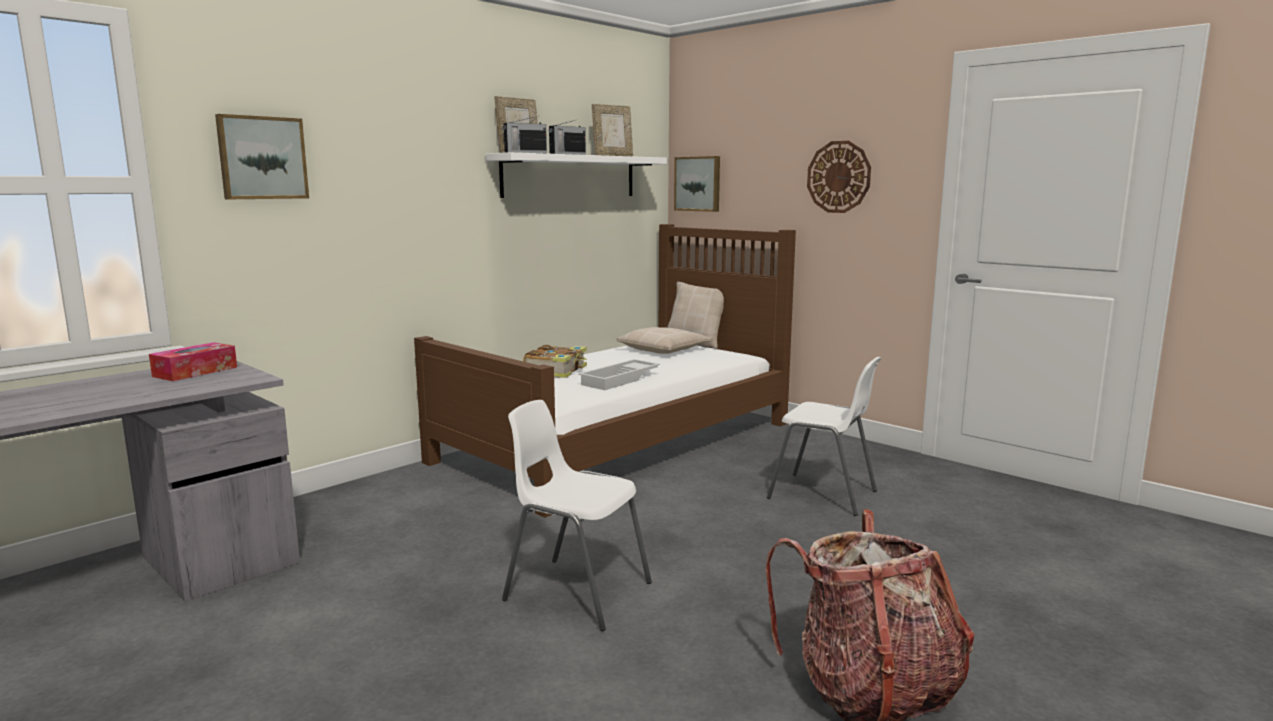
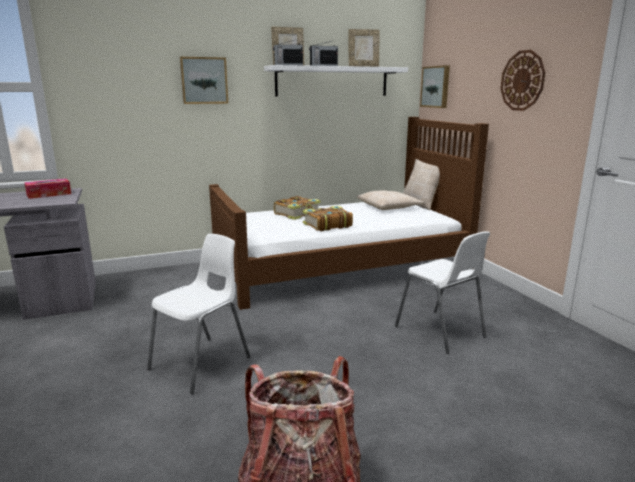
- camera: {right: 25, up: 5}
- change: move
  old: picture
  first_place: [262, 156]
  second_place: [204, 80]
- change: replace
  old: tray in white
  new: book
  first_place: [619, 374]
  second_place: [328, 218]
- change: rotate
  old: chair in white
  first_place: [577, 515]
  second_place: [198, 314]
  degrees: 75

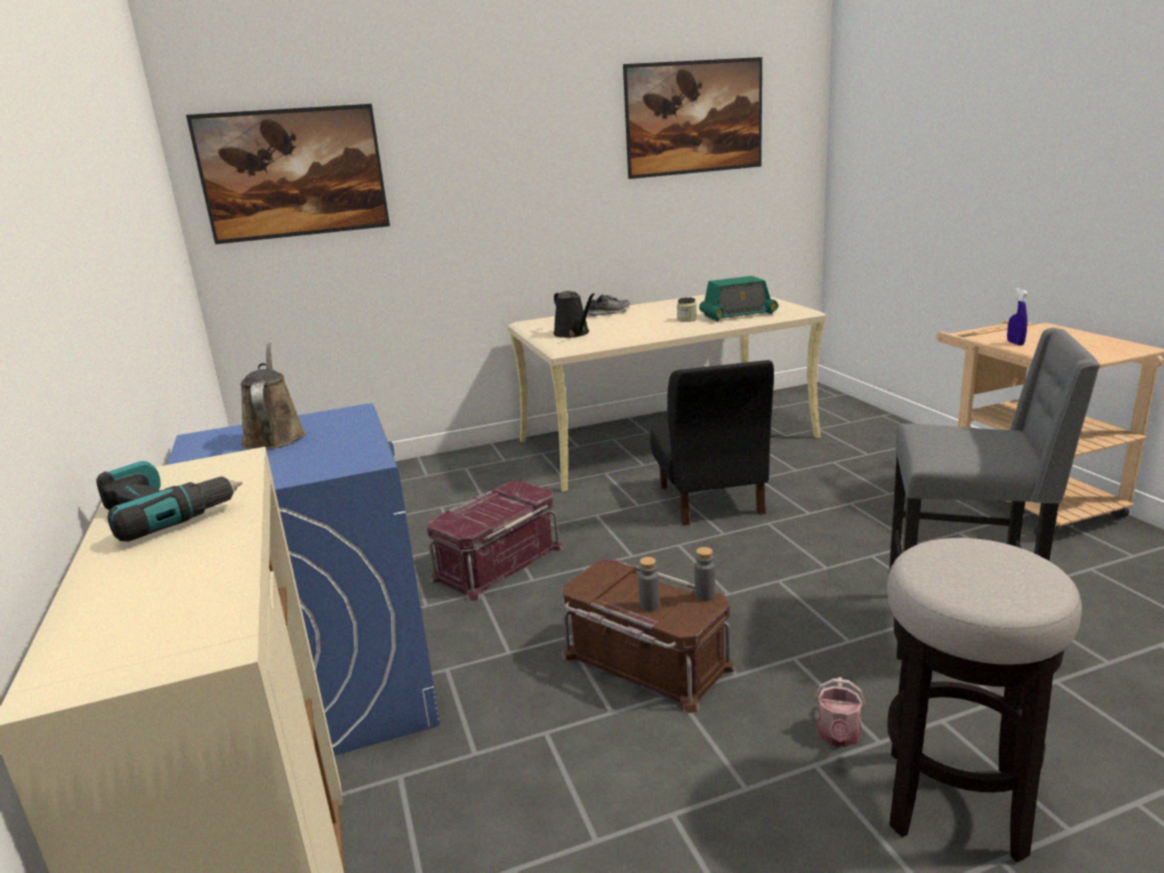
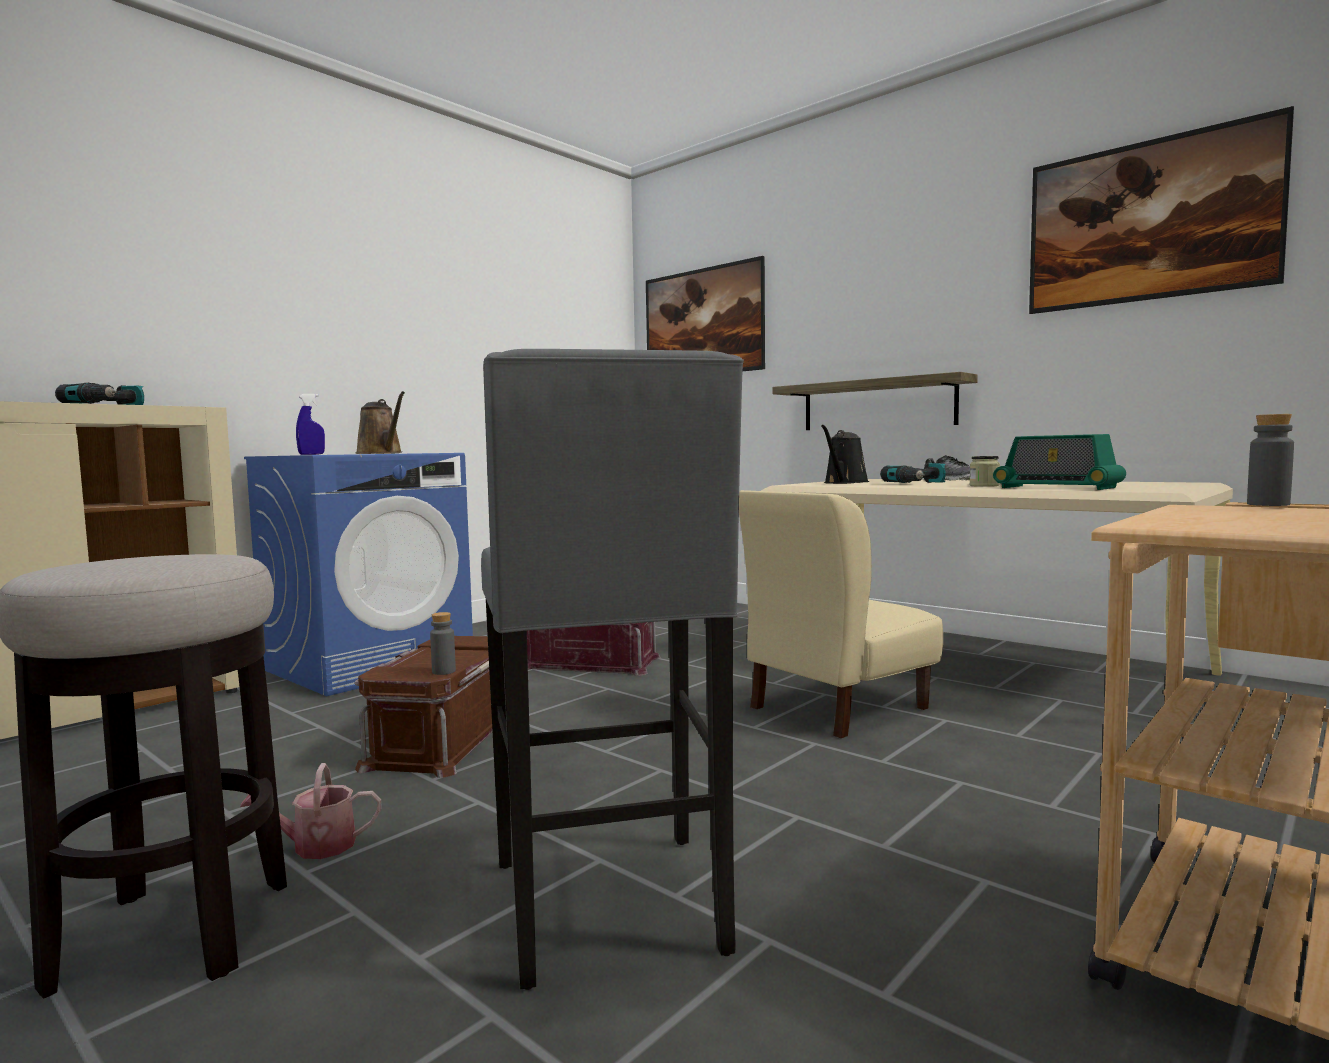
- camera: {right: 60, up: -15}
- change: insert
  new: shelf
  second_place: [875, 401]
- change: insert
  new: power drill
  second_place: [913, 473]
- change: move
  old: bottle in grey
  first_place: [649, 584]
  second_place: [1270, 460]
- change: move
  old: spray bottle in blue
  first_place: [1017, 316]
  second_place: [310, 424]
- change: recolor
  old: chair in black
  new: chair in beige
  first_place: [712, 443]
  second_place: [841, 614]
- change: rotate
  old: watering can in brown
  first_place: [273, 396]
  second_place: [380, 422]
  degrees: 90

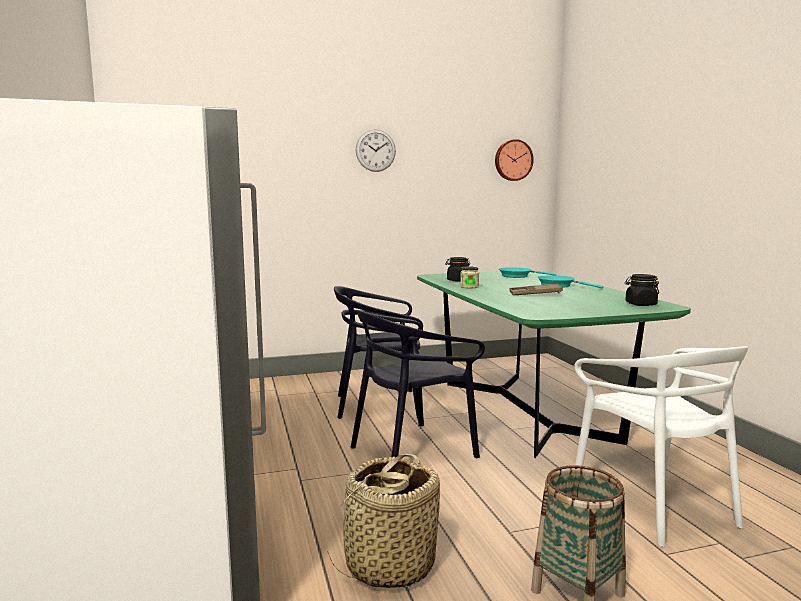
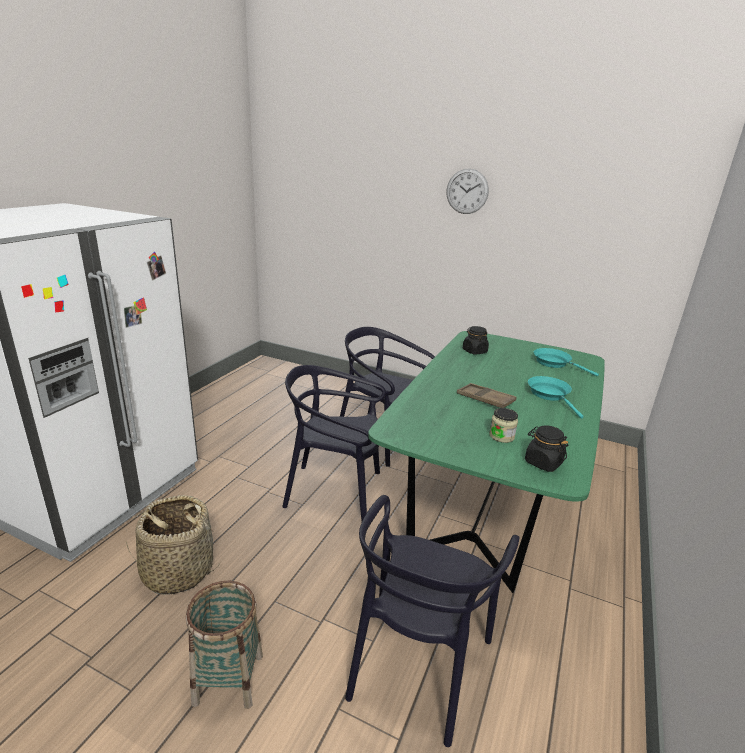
- camera: {right: 40, up: 15}
- change: delete
  old: wall clock
  first_place: [514, 160]
- change: move
  old: jar
  first_place: [469, 277]
  second_place: [503, 425]
- change: recolor
  old: chair in white
  new: chair in black
  first_place: [661, 446]
  second_place: [432, 621]

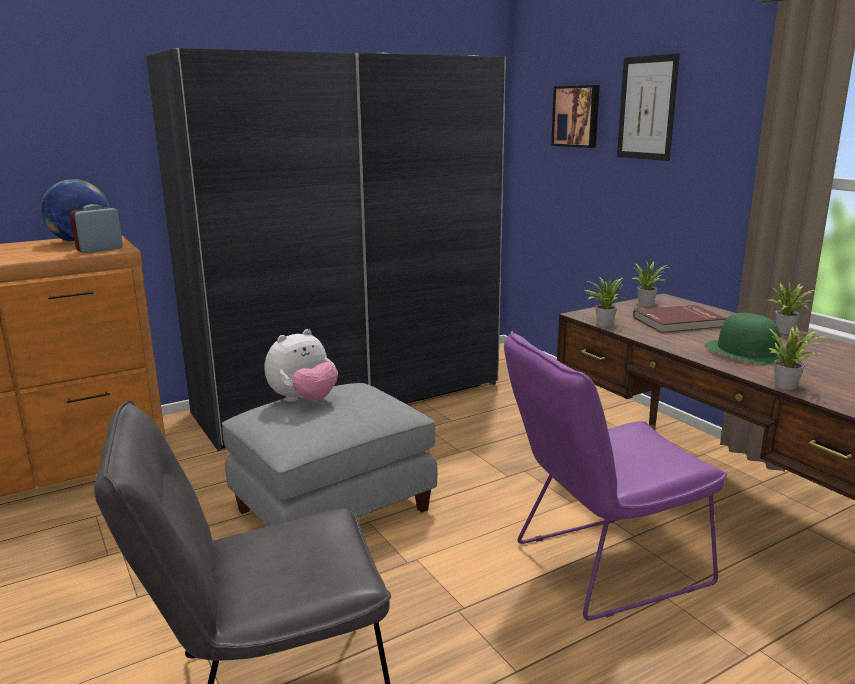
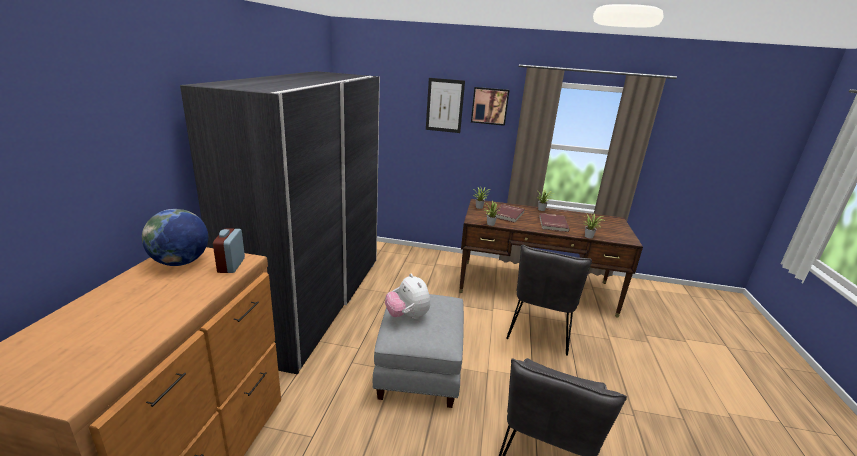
- camera: {right: -50, up: 5}
- change: move
  old: picture
  first_place: [575, 116]
  second_place: [490, 106]
- change: replace
  old: hat in green
  new: book in red
  first_place: [745, 339]
  second_place: [554, 222]
- change: recolor
  old: chair in purple
  new: chair in grey
  first_place: [615, 476]
  second_place: [549, 300]
- change: rotate
  old: plush toy
  first_place: [301, 365]
  second_place: [407, 296]
  degrees: 150

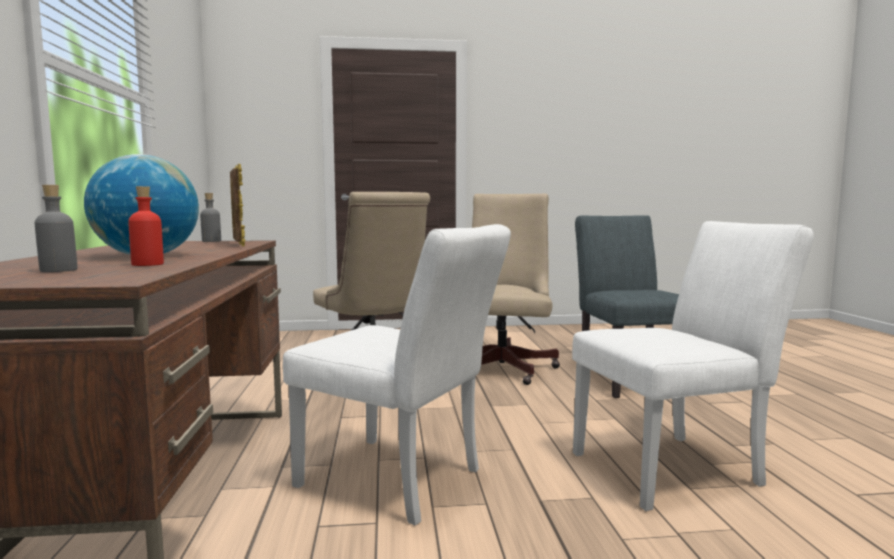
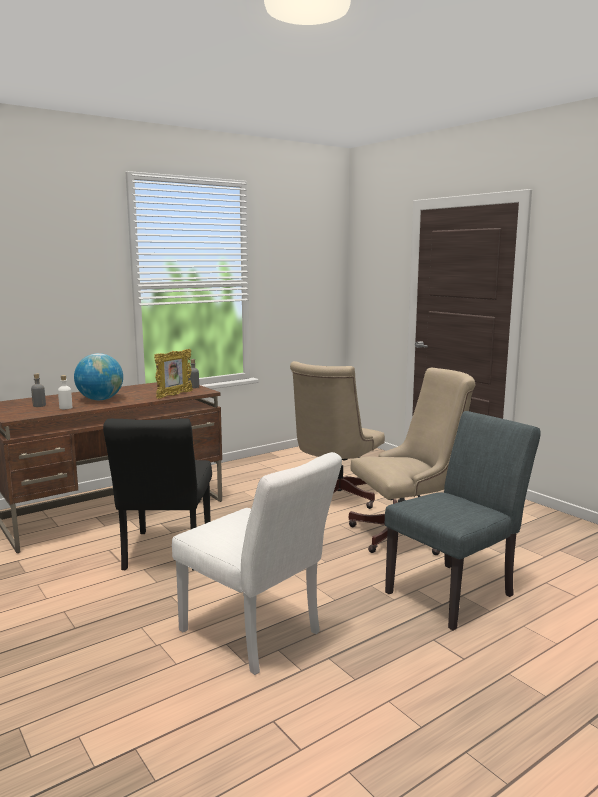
- camera: {right: 60, up: 5}
- change: recolor
  old: bottle in red
  new: bottle in white
  first_place: [146, 226]
  second_place: [65, 392]
- change: recolor
  old: chair in white
  new: chair in black
  first_place: [397, 374]
  second_place: [157, 494]

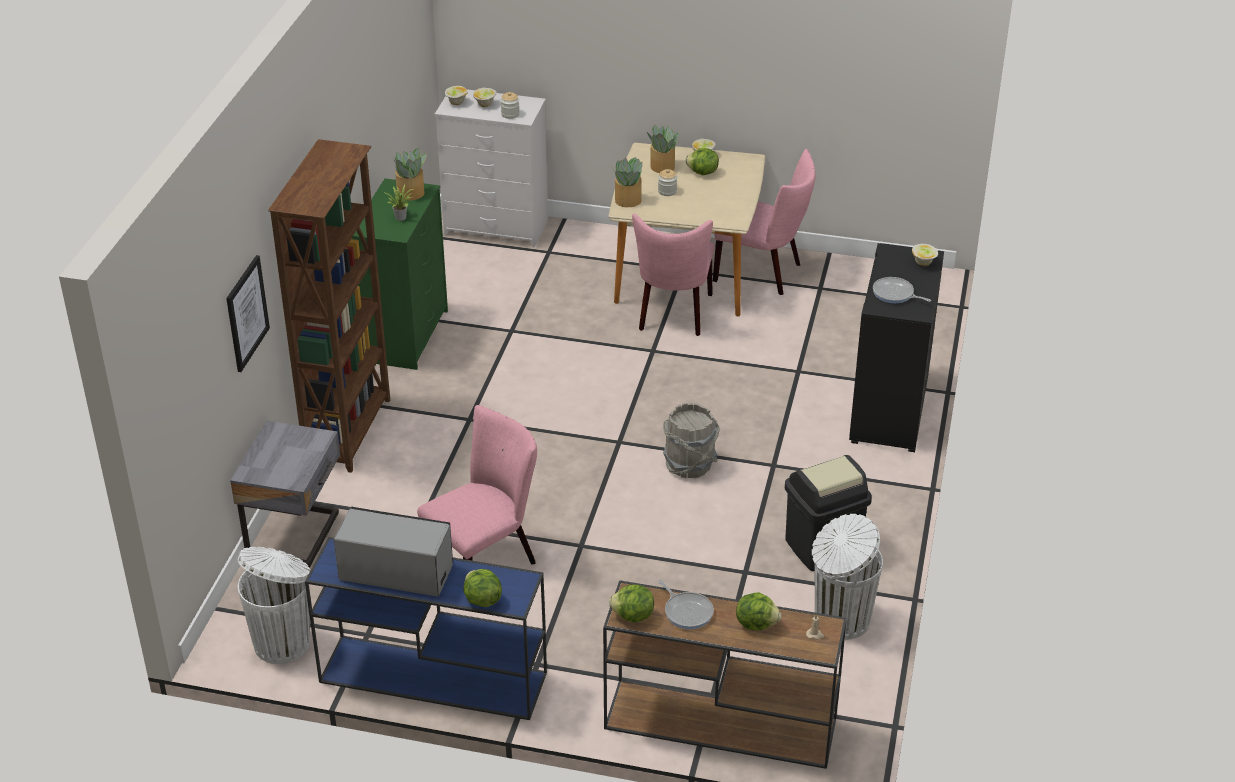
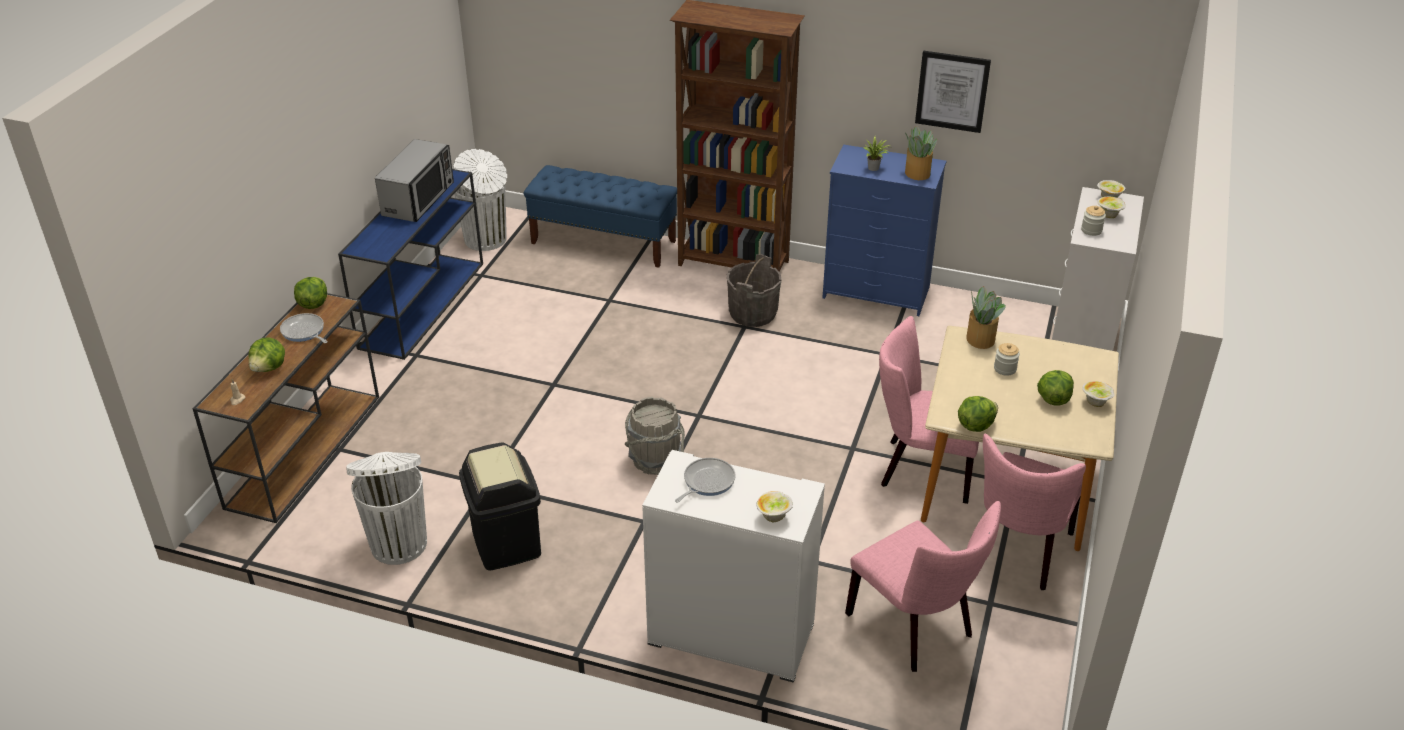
- camera: {right: 95, up: 0}
- change: delete
  old: potted plant
  first_place: [663, 148]
- change: insert
  new: bucket in grey
  second_place: [754, 290]
- change: move
  old: picture
  first_place: [248, 313]
  second_place: [953, 92]
- change: move
  old: chair in pink
  first_place: [477, 485]
  second_place: [923, 586]
- change: move
  old: lettuce
  first_place: [482, 588]
  second_place: [978, 414]
- change: replace
  old: nightstand in grey
  new: bench in blue
  first_place: [285, 494]
  second_place: [600, 216]
- change: recolor
  old: dresser in green
  new: dresser in blue
  first_place: [399, 274]
  second_place: [884, 230]
- change: recolor
  old: cabinet in black
  new: cabinet in white
  first_place: [896, 347]
  second_place: [733, 566]
- change: rotate
  old: frying pan
  first_place: [686, 604]
  second_place: [304, 328]
  degrees: 75

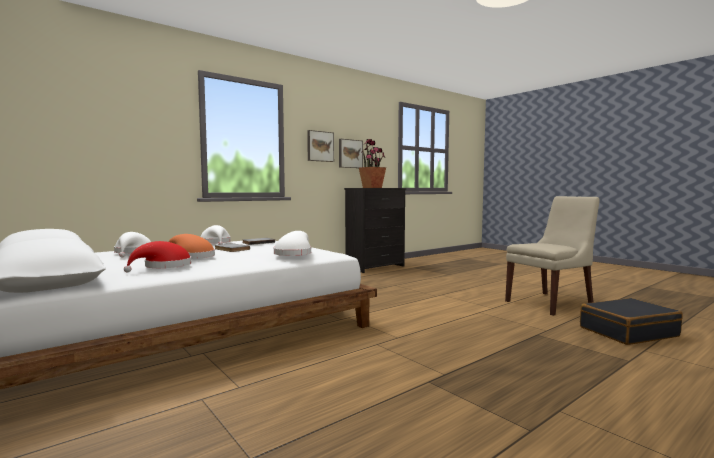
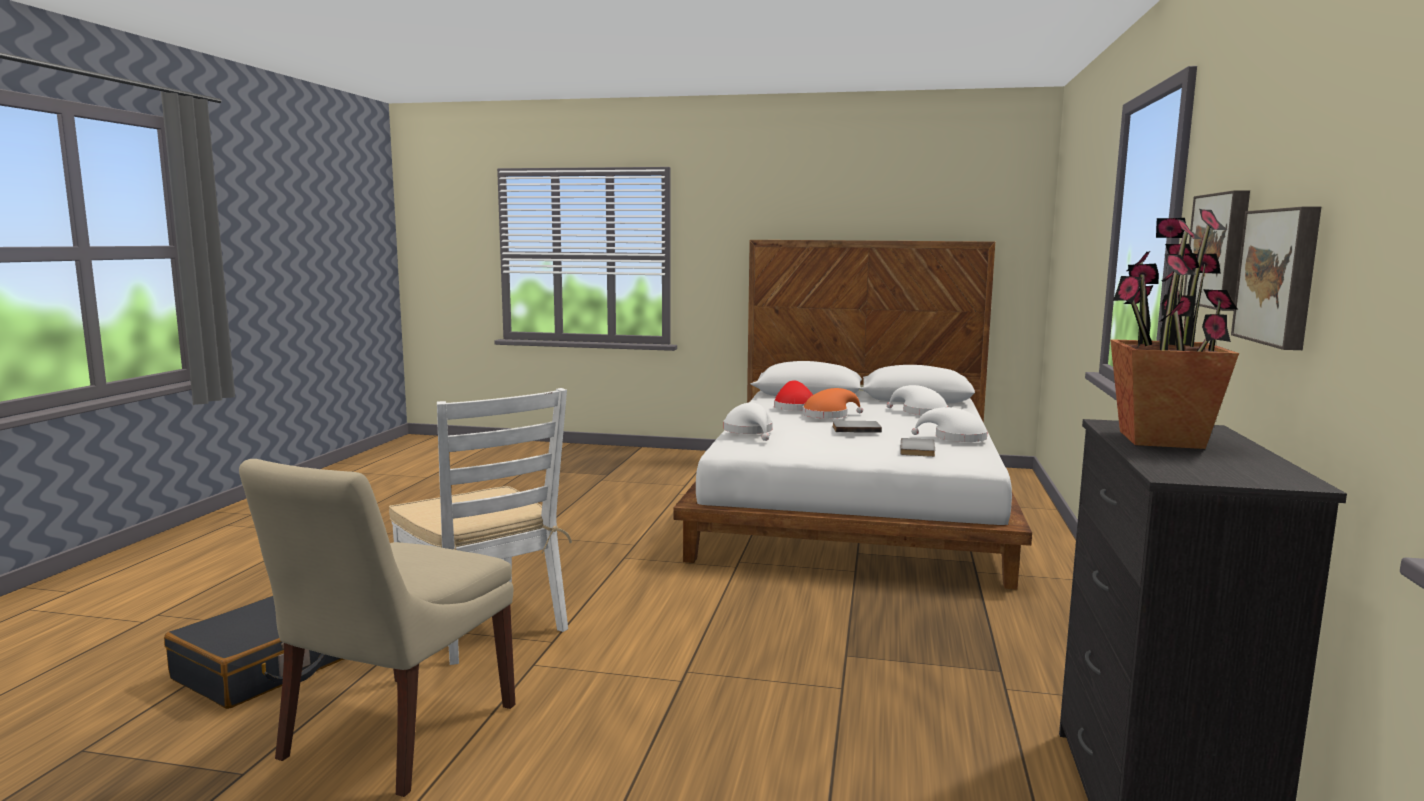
- camera: {right: 140, up: 5}
- change: insert
  new: chair in white
  second_place: [480, 526]

